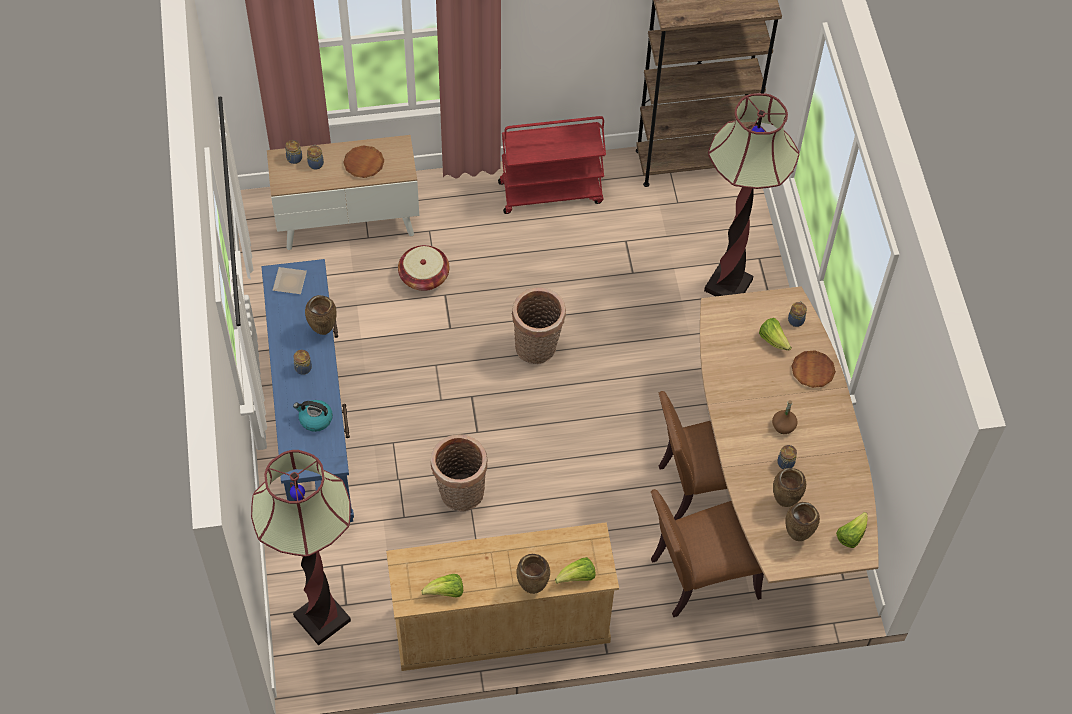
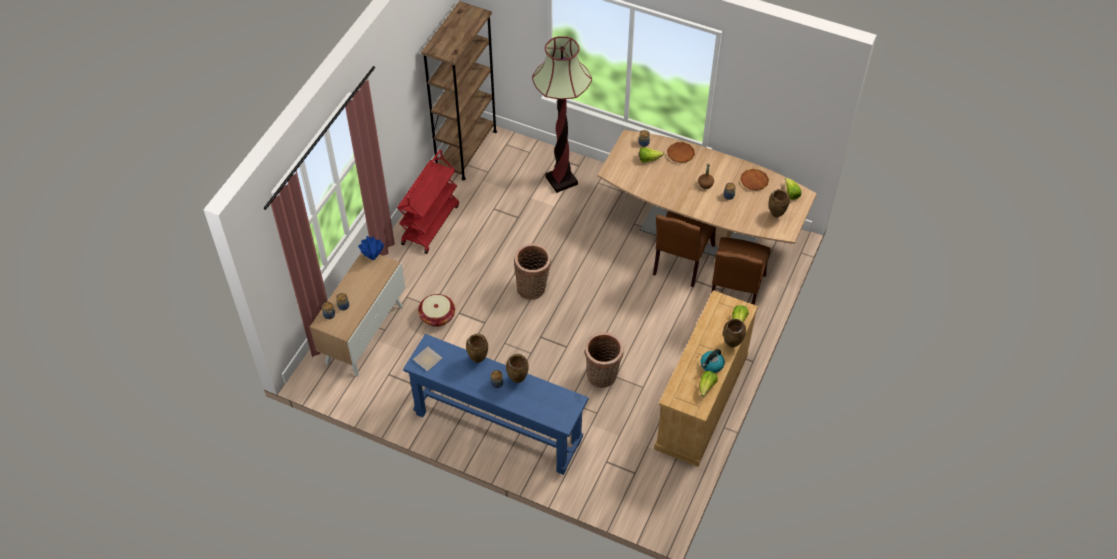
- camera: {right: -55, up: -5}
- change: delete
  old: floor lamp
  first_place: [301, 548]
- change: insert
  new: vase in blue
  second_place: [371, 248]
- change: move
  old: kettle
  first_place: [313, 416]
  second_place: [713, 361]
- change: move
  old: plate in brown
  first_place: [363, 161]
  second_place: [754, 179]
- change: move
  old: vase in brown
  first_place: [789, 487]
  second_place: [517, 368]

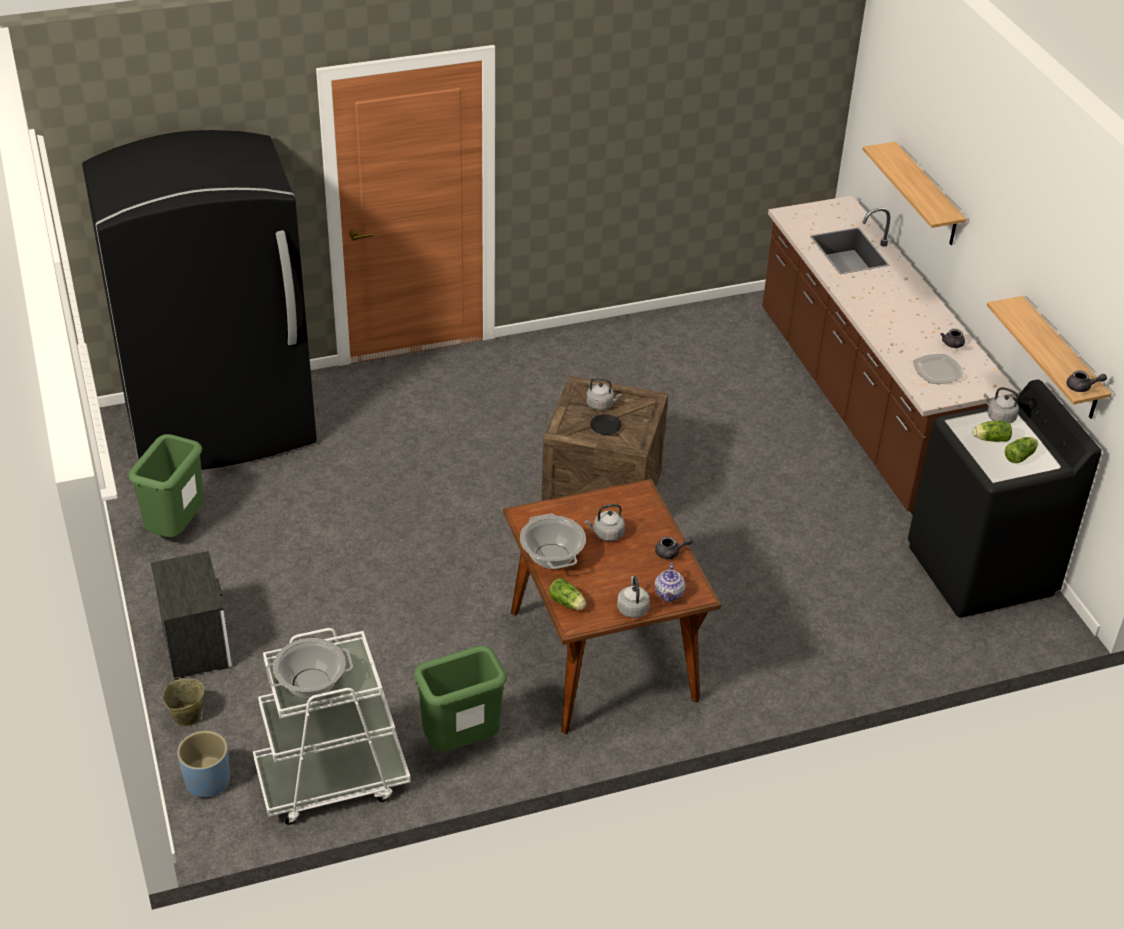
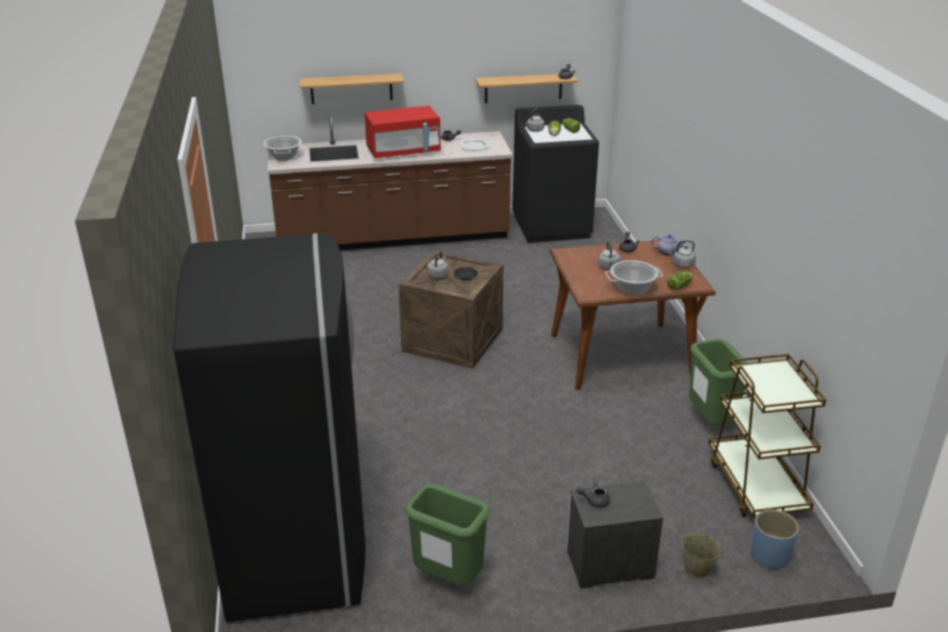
- camera: {right: -80, up: -10}
- change: insert
  new: microwave in red
  second_place: [403, 132]
- change: insert
  new: teapot in grey
  second_place: [593, 494]
- change: move
  old: cooking pot
  first_place: [309, 668]
  second_place: [282, 148]
- change: recolor
  old: cart in white
  new: cart in brown
  first_place: [332, 726]
  second_place: [767, 436]

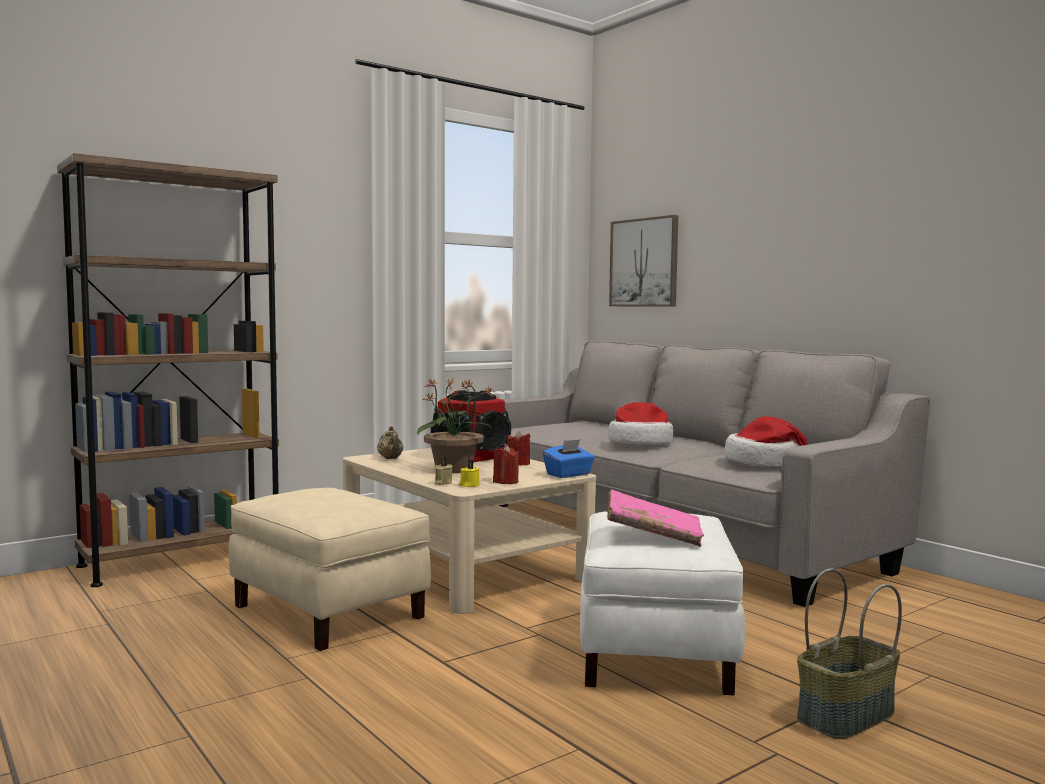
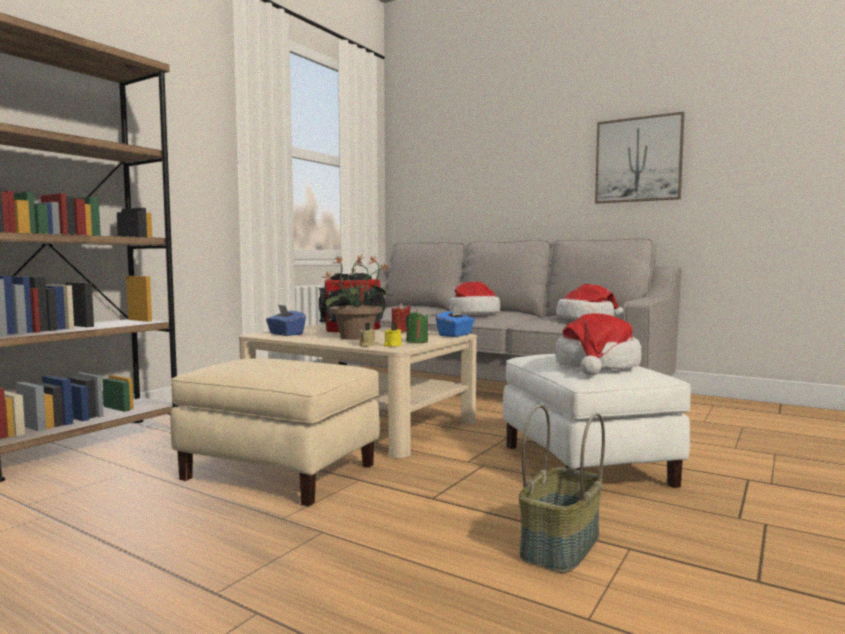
- camera: {right: -20, up: 0}
- change: move
  old: picture
  first_place: [643, 261]
  second_place: [640, 157]
- change: move
  old: basket
  first_place: [849, 653]
  second_place: [562, 489]
- change: replace
  old: teapot in beige
  new: tissue box in blue
  first_place: [390, 442]
  second_place: [286, 320]
- change: replace
  old: book in pink
  new: hat
  first_place: [655, 518]
  second_place: [598, 344]
- change: recolor
  old: candle in red
  new: candle in green
  first_place: [506, 464]
  second_place: [417, 326]

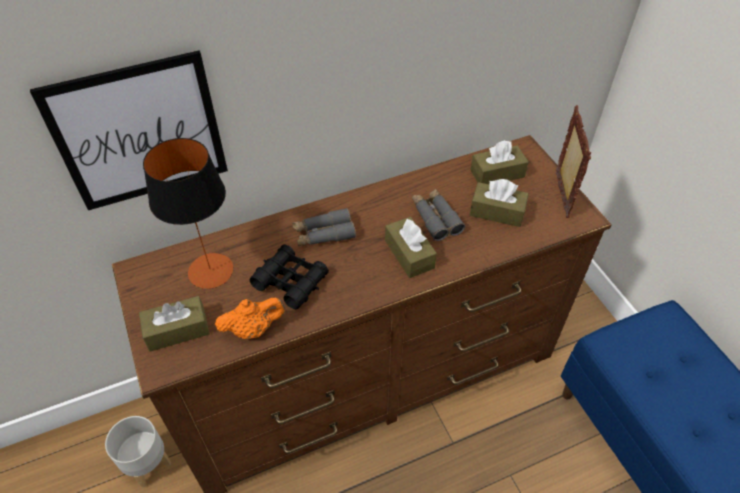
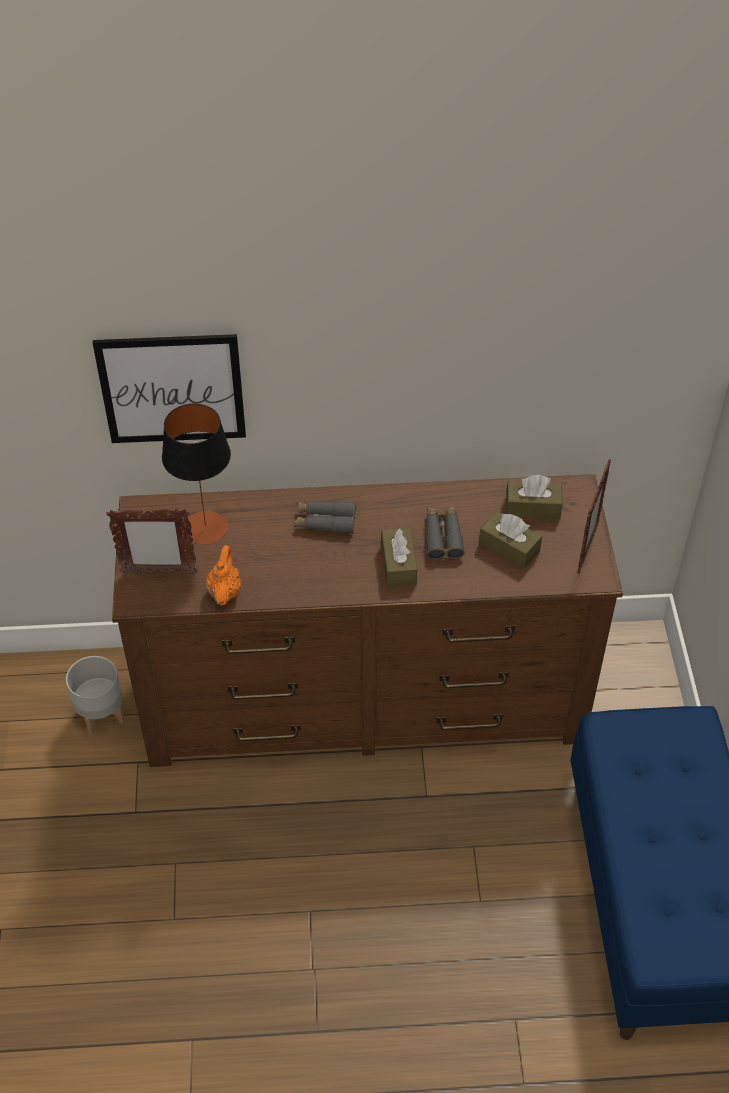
- camera: {right: 20, up: 0}
- change: delete
  old: binoculars in black
  first_place: [289, 276]
- change: replace
  old: tissue box in brown
  new: picture frame
  first_place: [174, 324]
  second_place: [151, 542]
- change: rotate
  old: teapot in orange
  first_place: [250, 318]
  second_place: [224, 575]
  degrees: -90

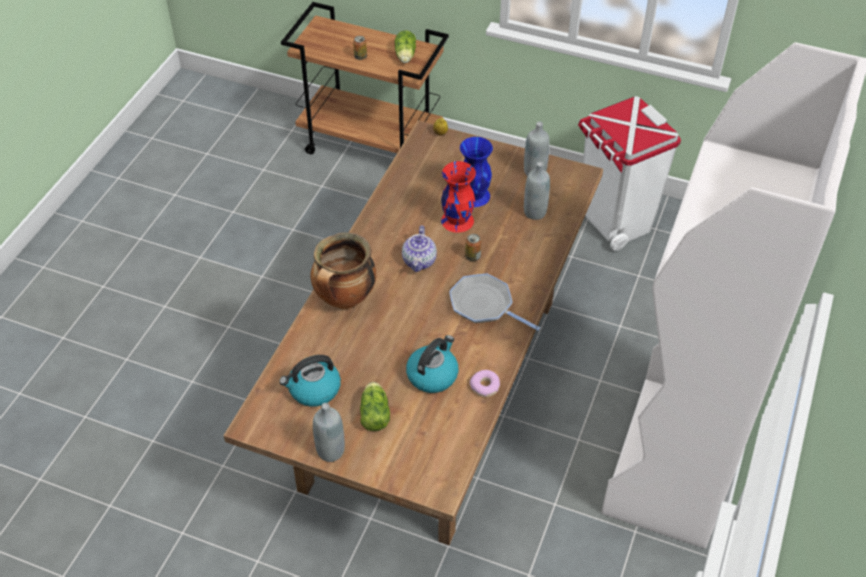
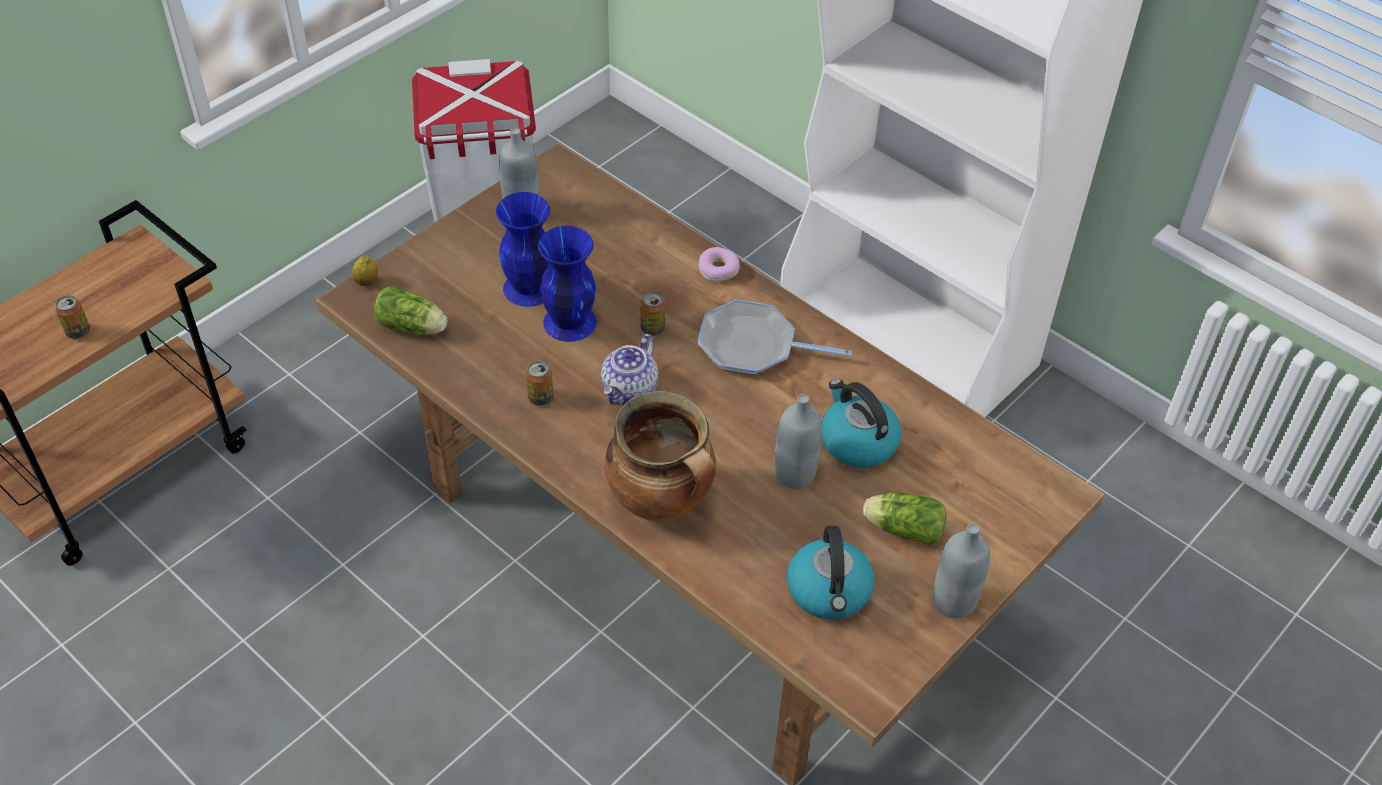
- camera: {right: -70, up: 0}
- change: insert
  new: can
  second_place: [540, 383]
- change: move
  old: lettuce
  first_place: [405, 46]
  second_place: [410, 310]
- change: move
  old: donut
  first_place: [485, 383]
  second_place: [719, 264]
- change: move
  old: bottle in grey
  first_place: [537, 191]
  second_place: [798, 441]
- change: recolor
  old: vase in red
  new: vase in blue
  first_place: [458, 197]
  second_place: [567, 284]
- change: rotate
  old: teapot
  first_place: [419, 248]
  second_place: [629, 369]
  degrees: 90
- change: rotate
  old: frying pan
  first_place: [494, 302]
  second_place: [775, 337]
  degrees: 45

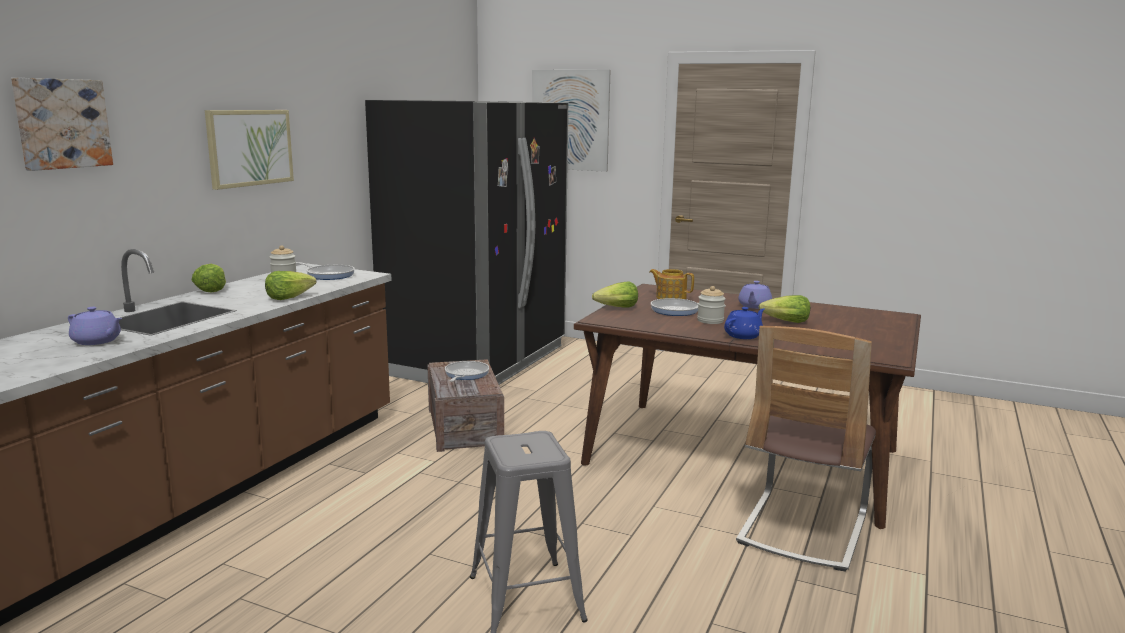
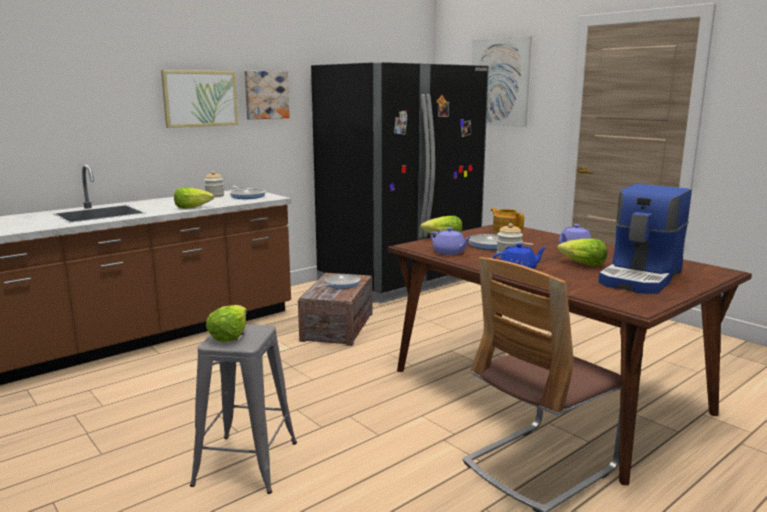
- camera: {right: 25, up: 0}
- change: insert
  new: coffee machine
  second_place: [645, 239]
- change: move
  old: picture
  first_place: [62, 124]
  second_place: [267, 95]
- change: move
  old: teapot in purple
  first_place: [95, 326]
  second_place: [451, 241]
- change: move
  old: lettuce
  first_place: [209, 278]
  second_place: [226, 323]

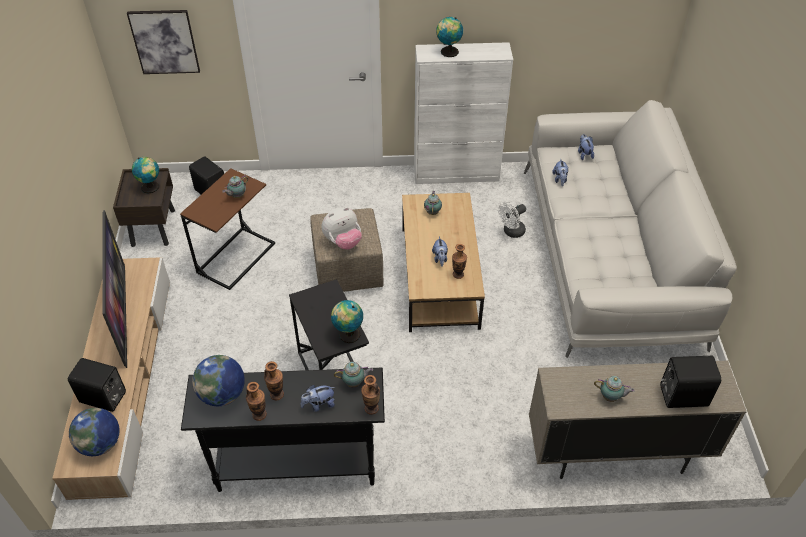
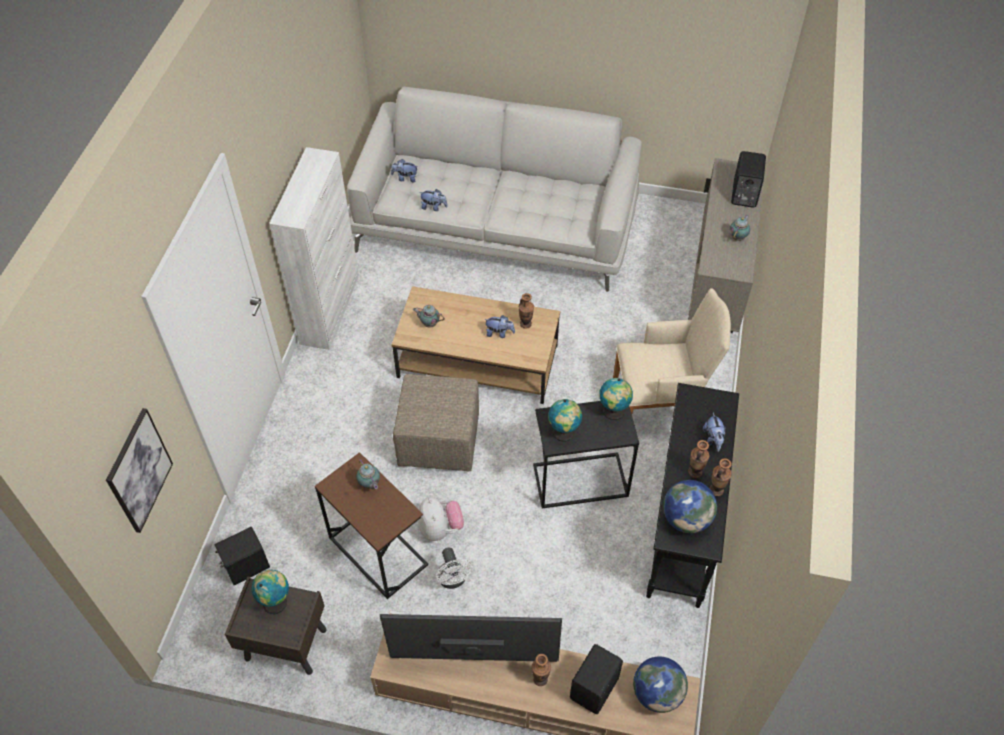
- camera: {right: -75, up: 5}
- change: delete
  old: teapot
  first_place: [353, 375]
- change: insert
  new: armchair in beige
  second_place: [672, 351]
- change: move
  old: plush toy
  first_place: [342, 228]
  second_place: [441, 519]
- change: move
  old: vase
  first_place: [370, 395]
  second_place: [541, 670]
- change: move
  old: globe
  first_place: [449, 37]
  second_place: [565, 420]
- change: move
  old: fan in white
  first_place: [512, 220]
  second_place: [454, 568]

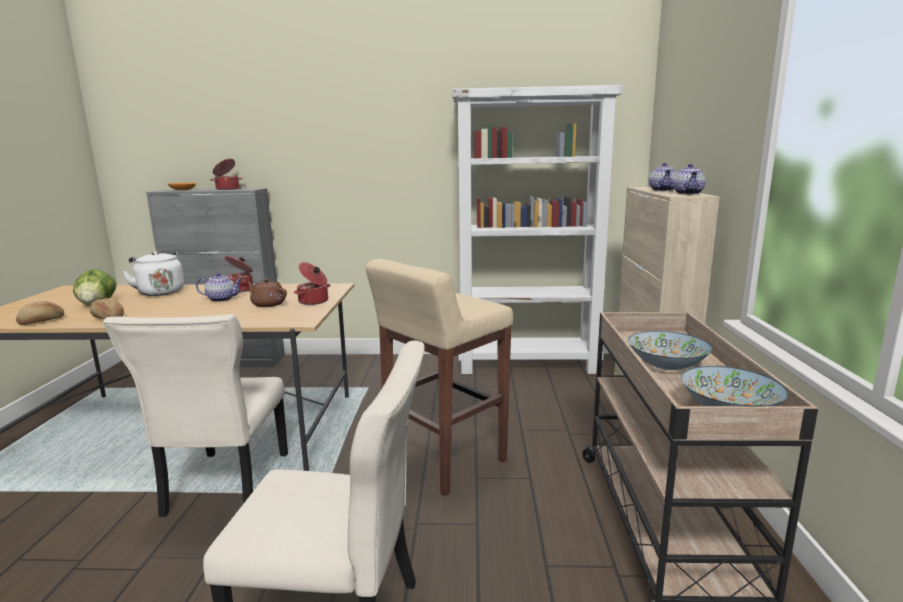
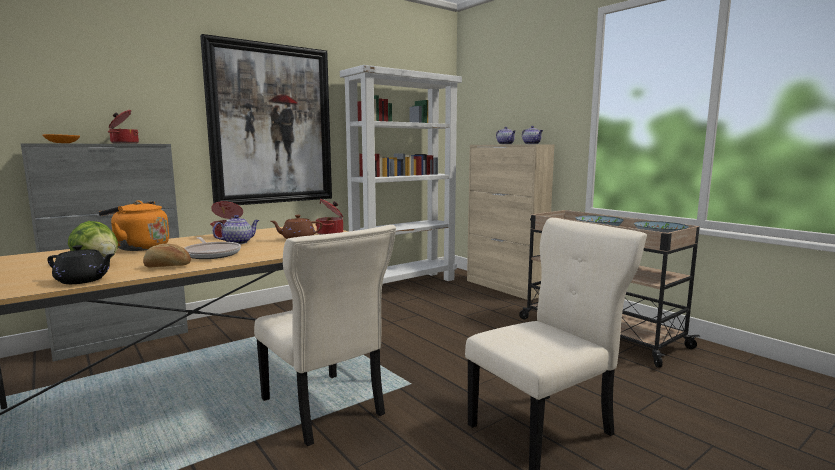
- camera: {right: -40, up: -5}
- change: delete
  old: stool in beige
  first_place: [439, 377]
- change: insert
  new: frying pan
  second_place: [212, 248]
- change: insert
  new: picture
  second_place: [266, 119]
- change: replace
  old: bread
  new: teapot in black
  first_place: [40, 313]
  second_place: [80, 264]
- change: recolor
  old: kettle in white
  new: kettle in orange
  first_place: [153, 273]
  second_place: [133, 225]

